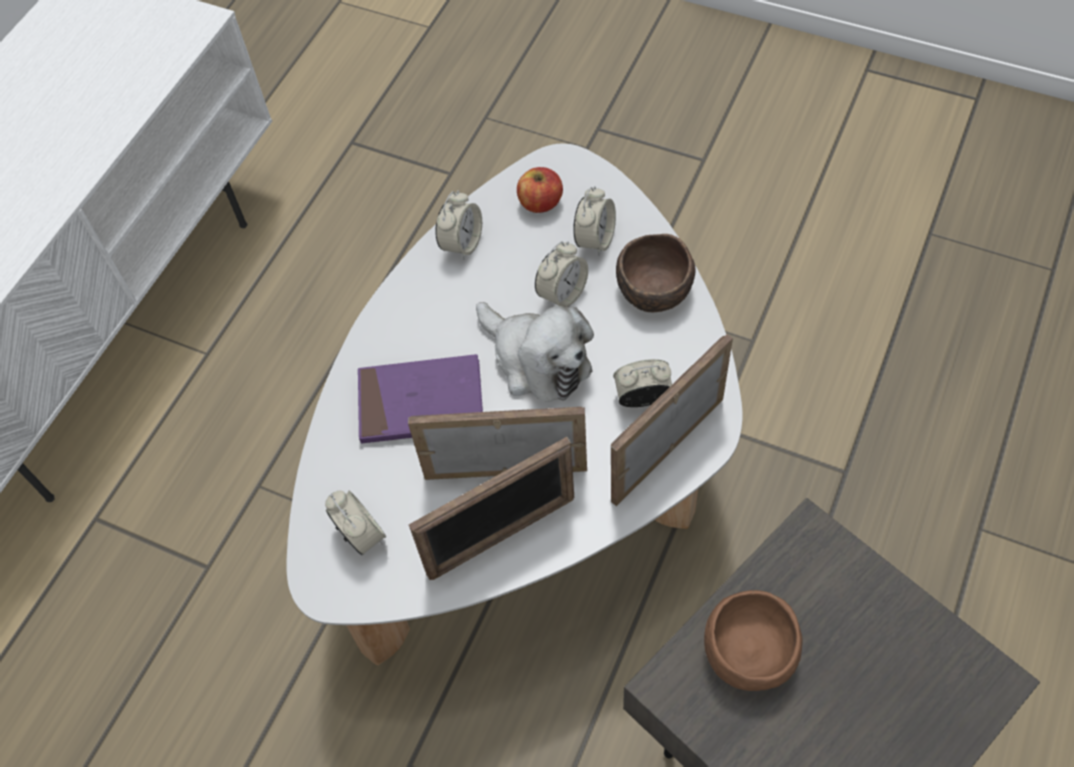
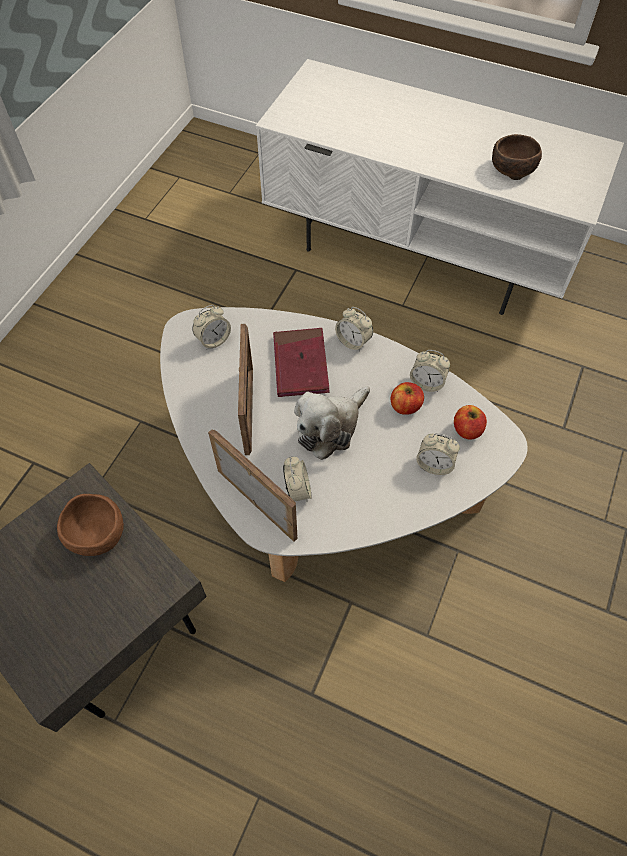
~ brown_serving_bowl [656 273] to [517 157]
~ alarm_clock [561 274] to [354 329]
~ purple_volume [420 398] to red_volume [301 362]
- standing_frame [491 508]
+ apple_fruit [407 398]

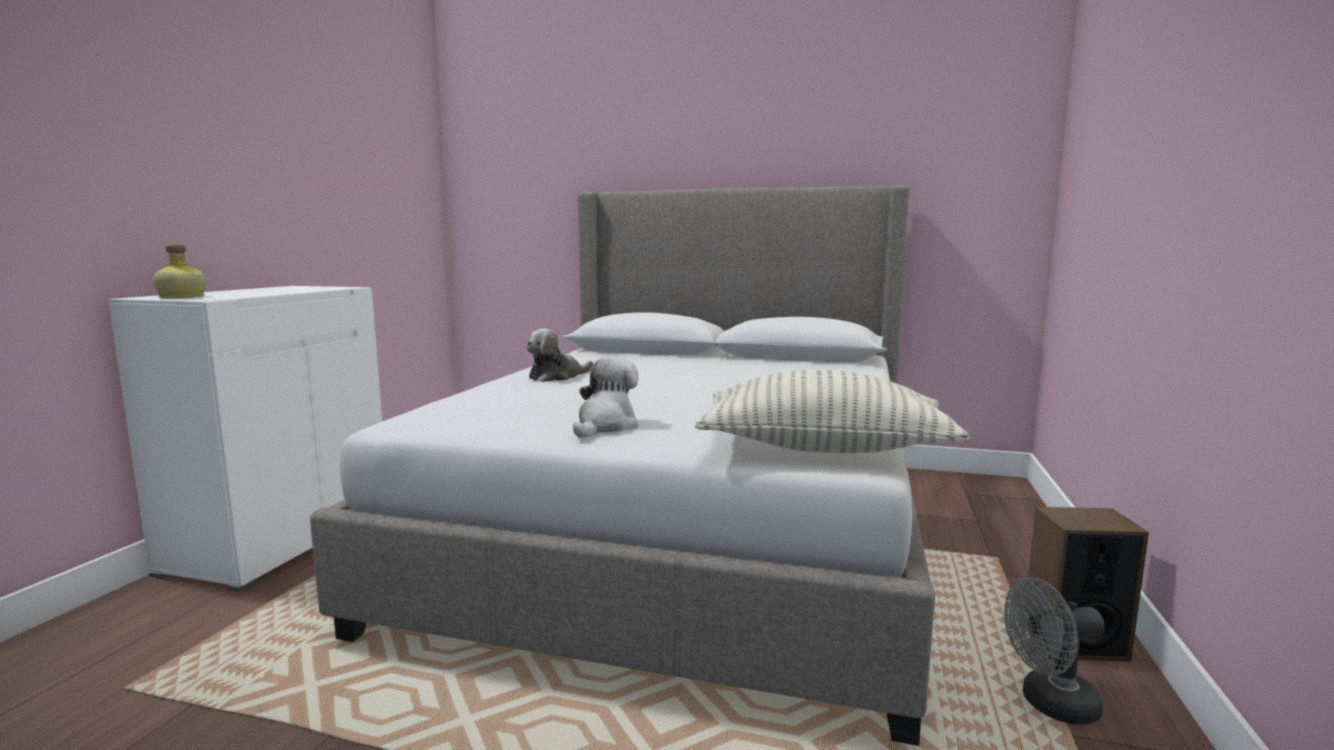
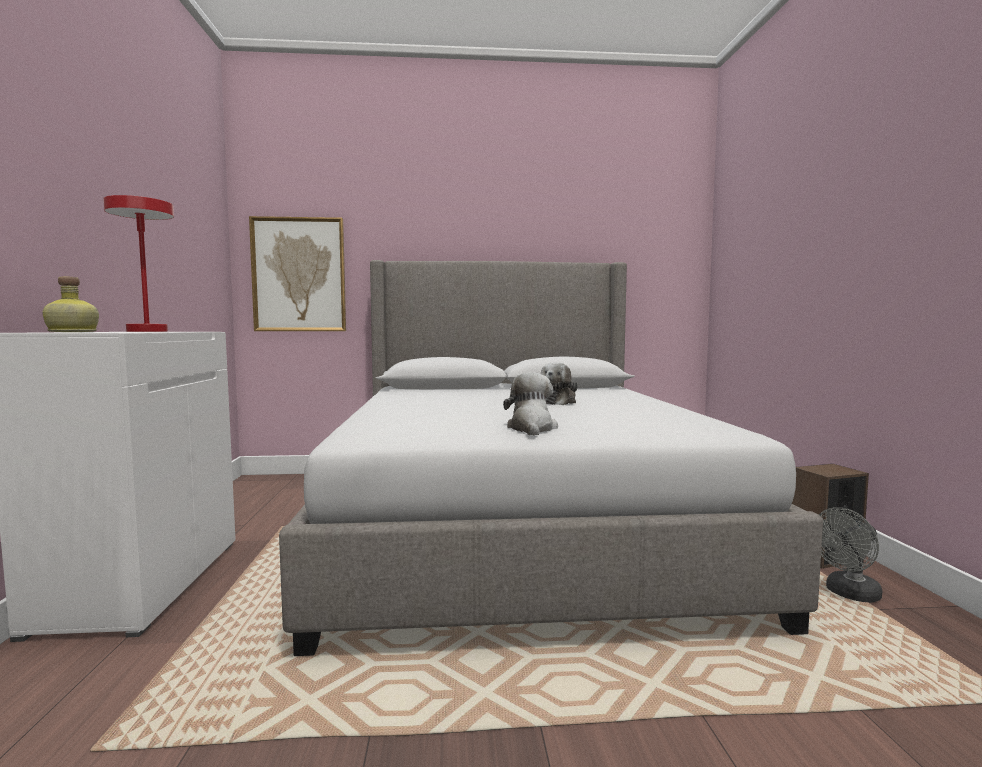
~ cuddly_toy [559 355] to [559 383]
- pillow [832 411]
+ red_table_lamp [138 263]
+ wall_picture [297 273]

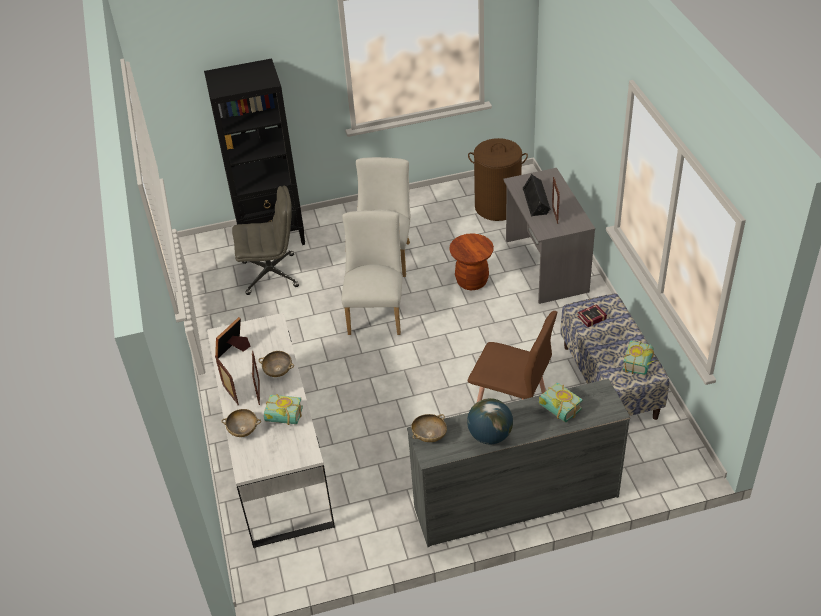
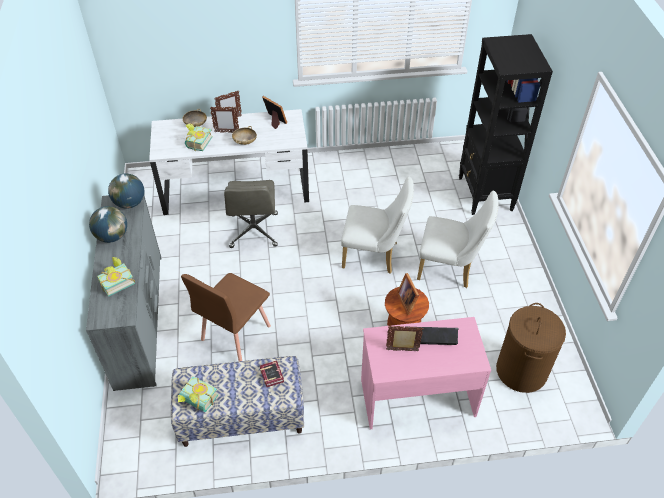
~ greyish_desk_table [549 236] to pink_desk_table [426 373]
~ greyish_office_chair [265 240] to [251 214]
~ sand-coloured_serving_bowl [429 428] to desk_globe [126 191]
+ standing_frame [408 294]

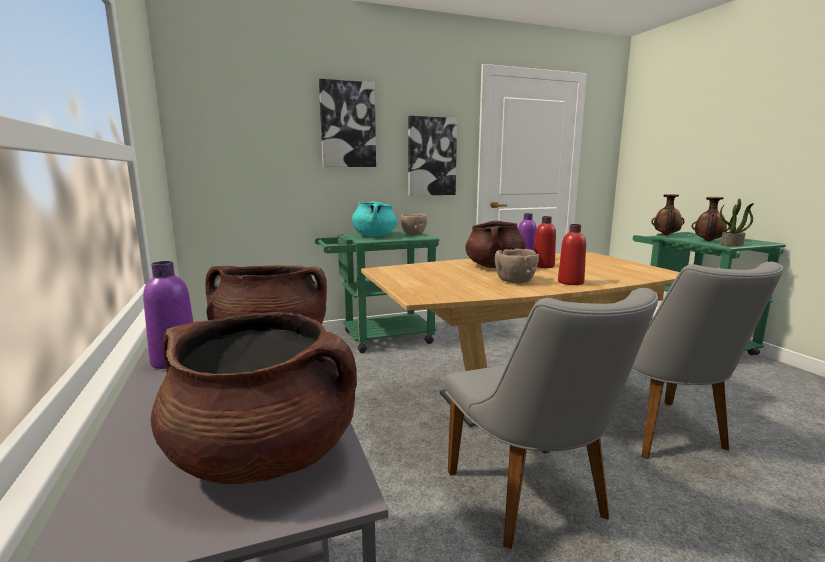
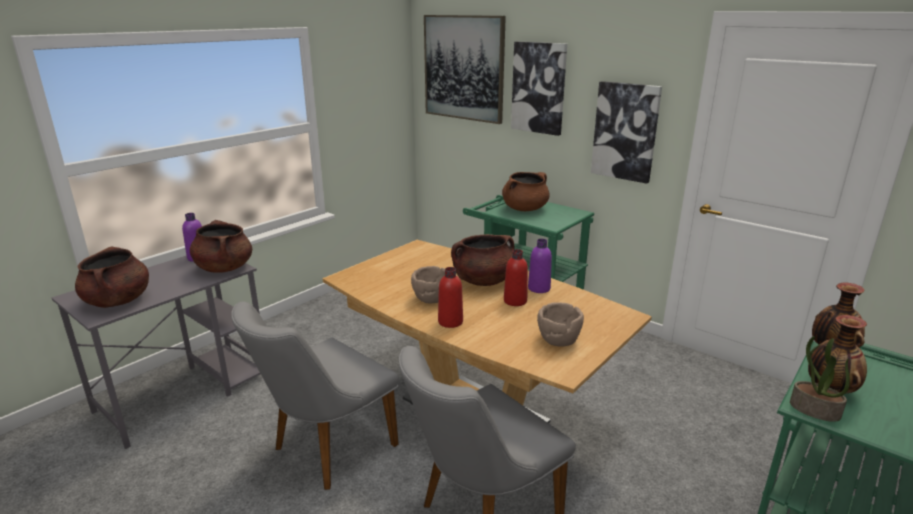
~ blue-green_saucepot [374 219] to brown_saucepot [526 191]
~ brown_serving_bowl [413 224] to [560 324]
+ wall_picture [465 69]

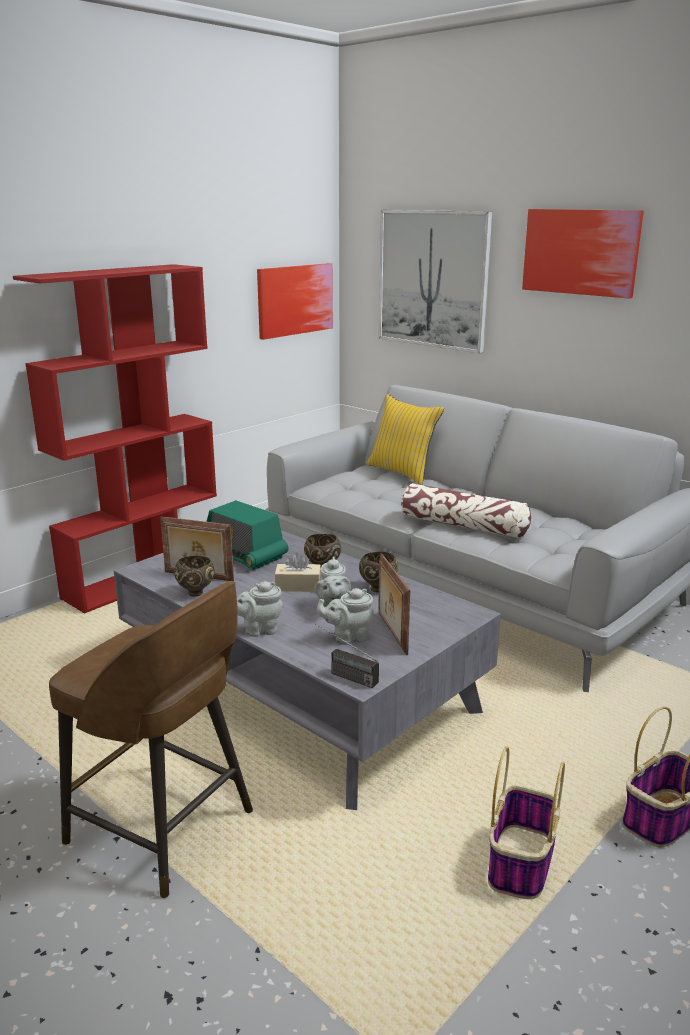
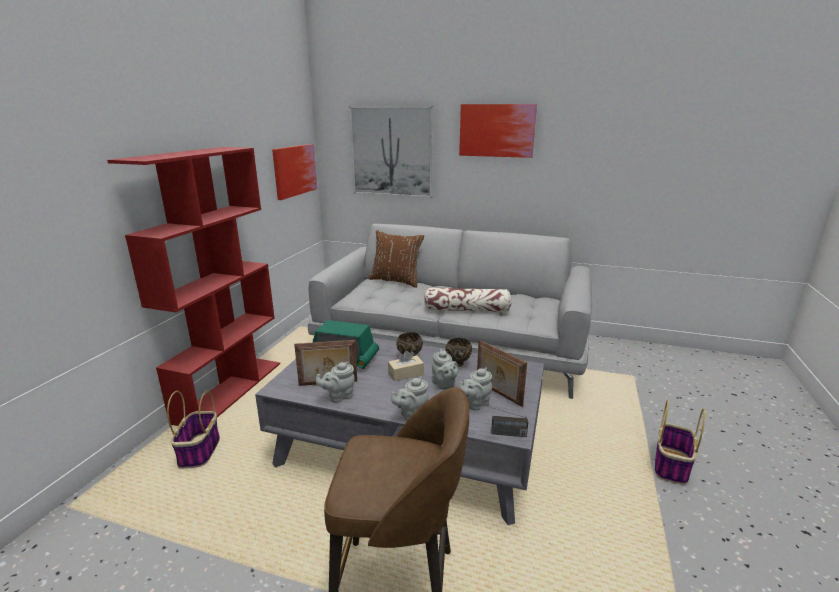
~ yellow-coloured_pillow [405 439] to brown_pillow [396 259]
~ brown_serving_bowl [194 576] to greyish_pot_for_tea [335 382]
~ basket [526 823] to [193 430]

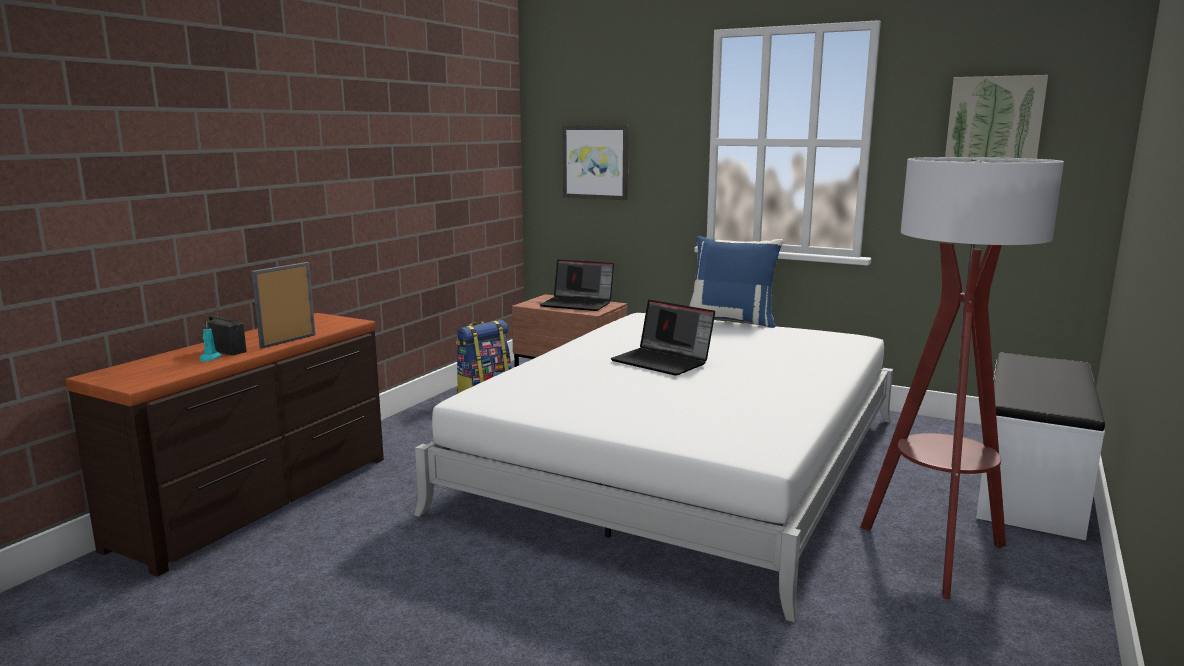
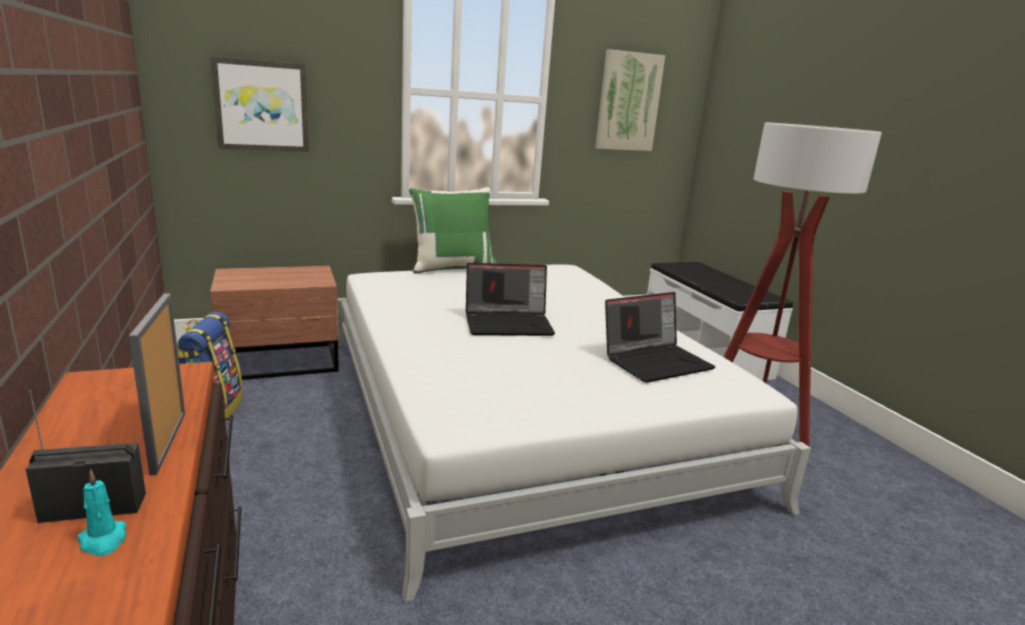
~ blue_pillow [736 282] to greenish_pillow [453 230]
~ portable_computer [577 285] to [660 337]

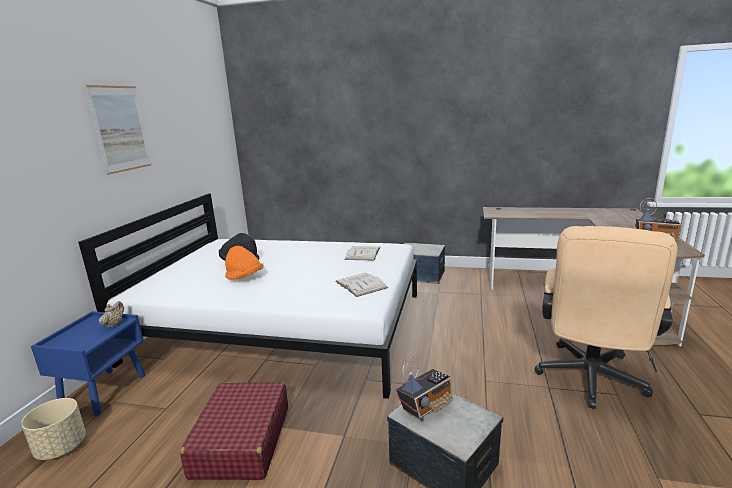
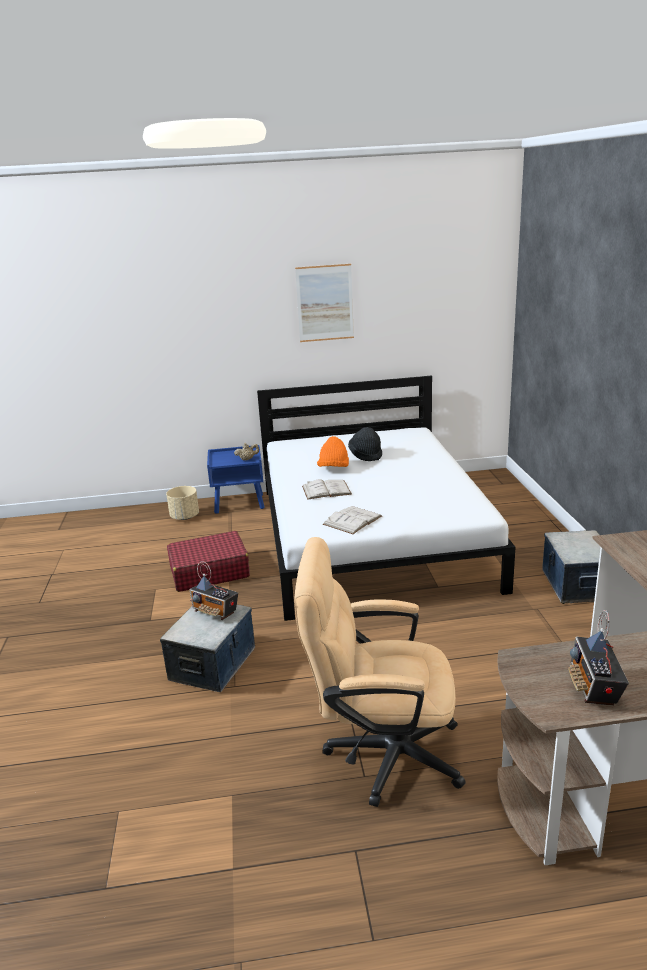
~ white_volume [362 253] to [327 489]

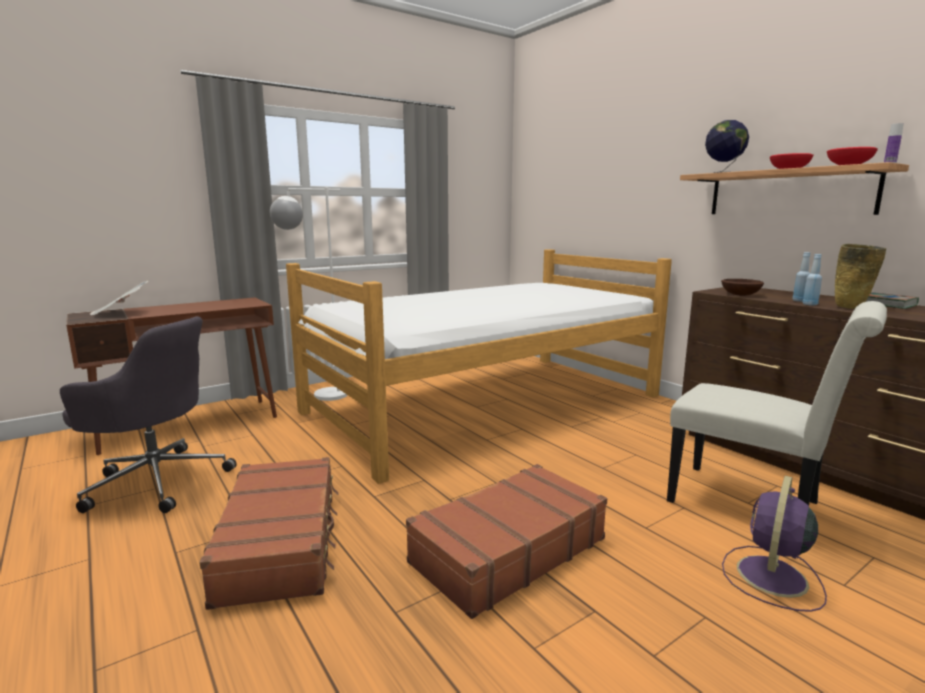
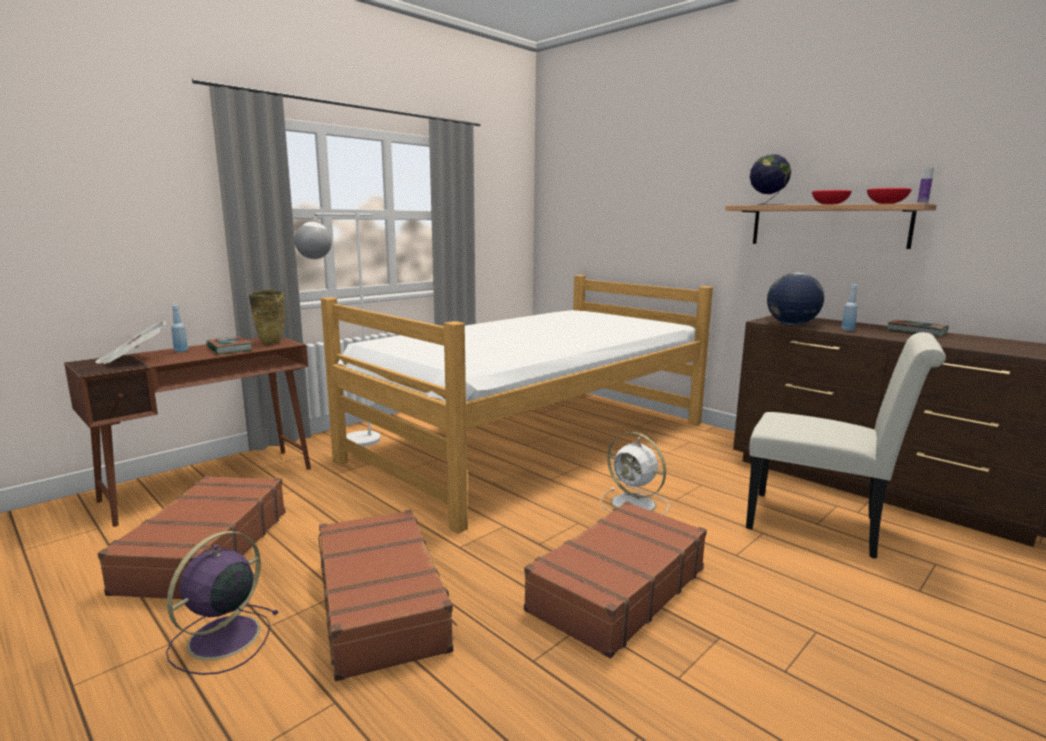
~ sand-coloured_flower_vase [860 276] to [267 317]
~ blue_bottle [812 280] to [179 328]
~ brown_serving_bowl [742 287] to desk_globe [795 298]
~ greyish_office_chair [148 415] to brown_travel_case [191 537]
~ purple_electric_fan [774 544] to [222 603]
+ volume [229 345]
+ white_electric_fan [634 473]

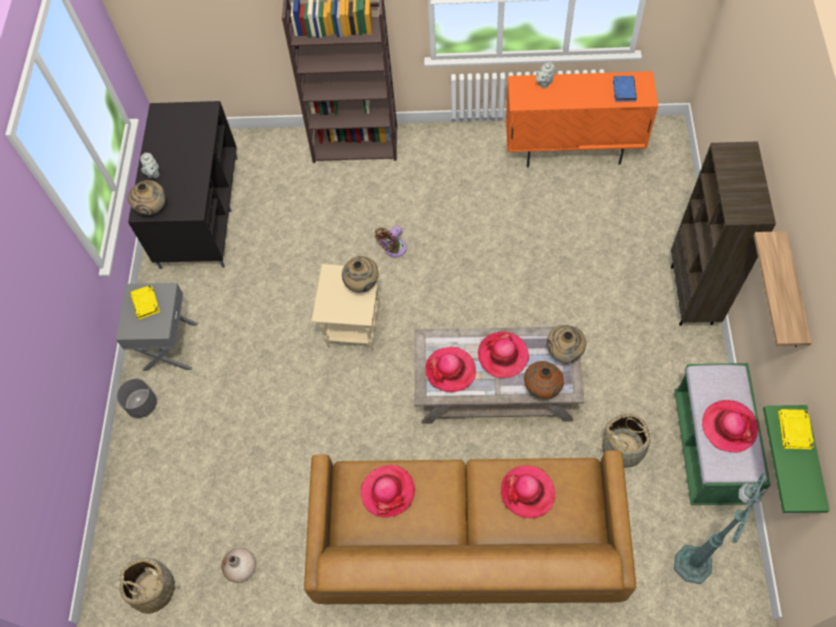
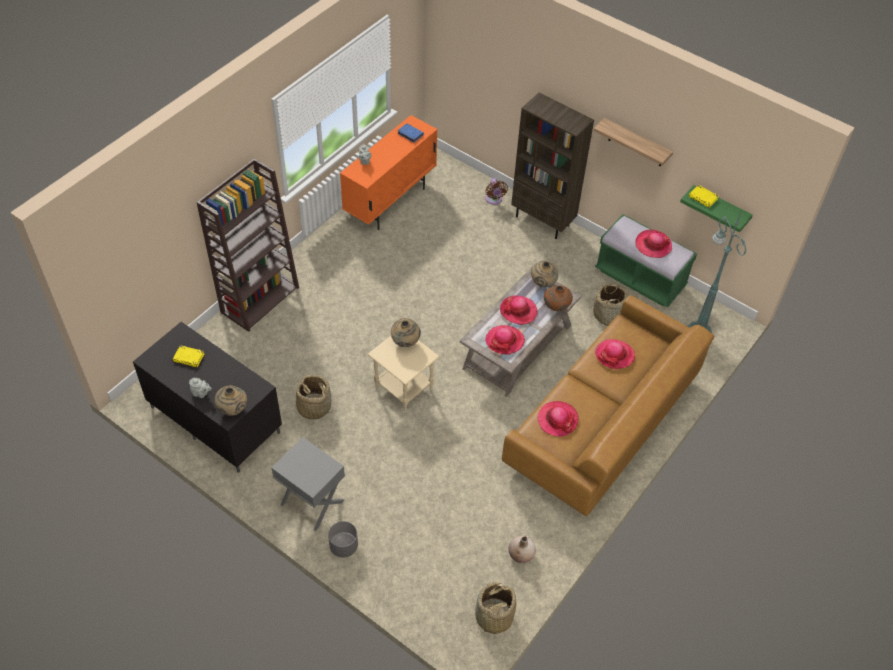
~ brown_electric_fan [391 241] to [496 191]
~ yellow-coloured_volume [145 302] to [188 356]
+ basket [312 397]

